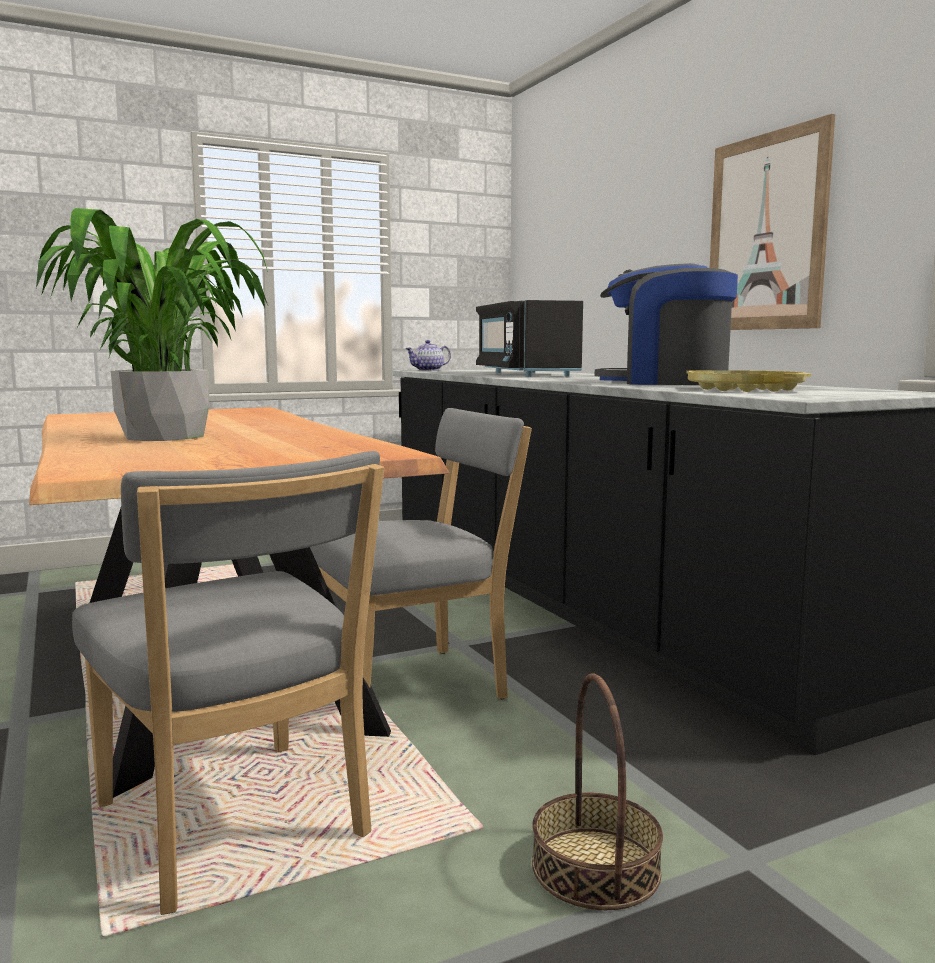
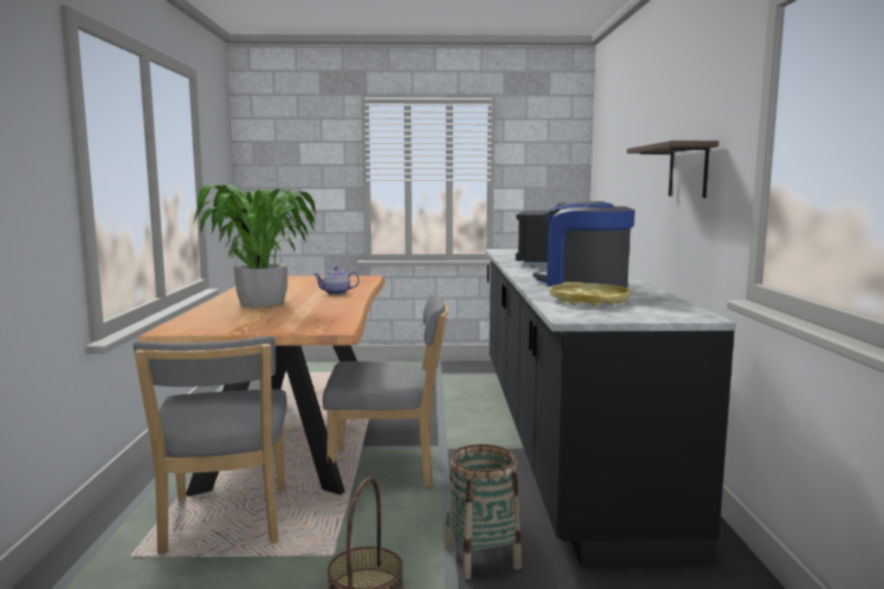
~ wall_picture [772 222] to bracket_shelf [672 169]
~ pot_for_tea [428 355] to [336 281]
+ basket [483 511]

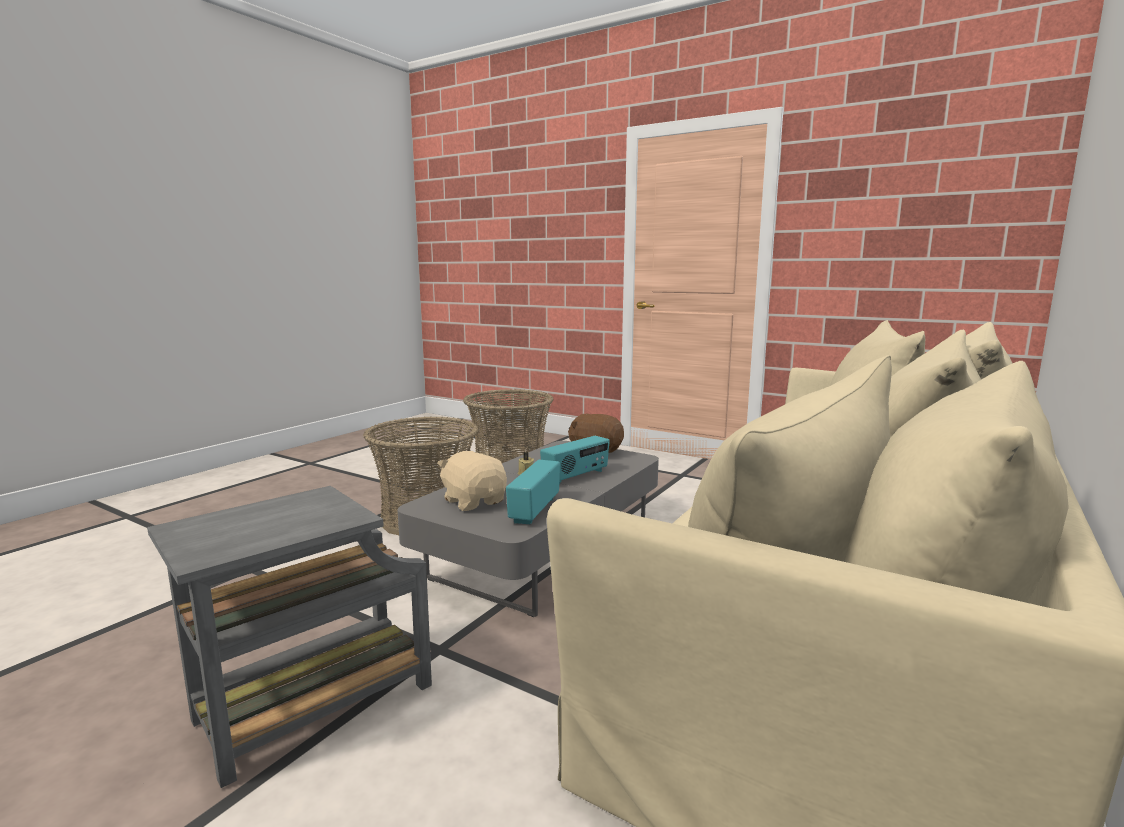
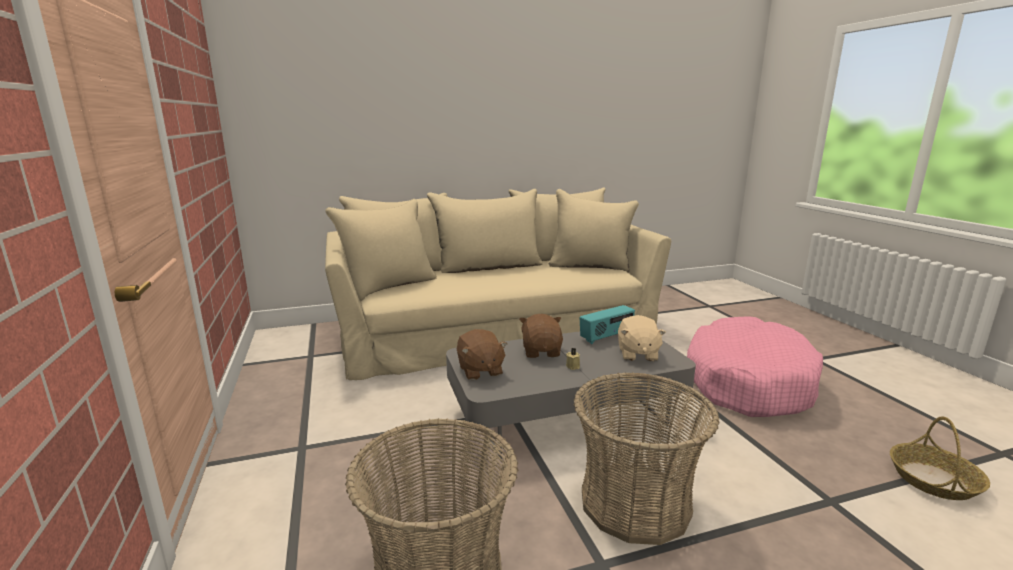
~ radio_receiver [575 460] to brown_cuddly_toy [541 336]
~ greyish_end_table [289 637] to pink_dog_bed [755 366]
+ basket [940 458]

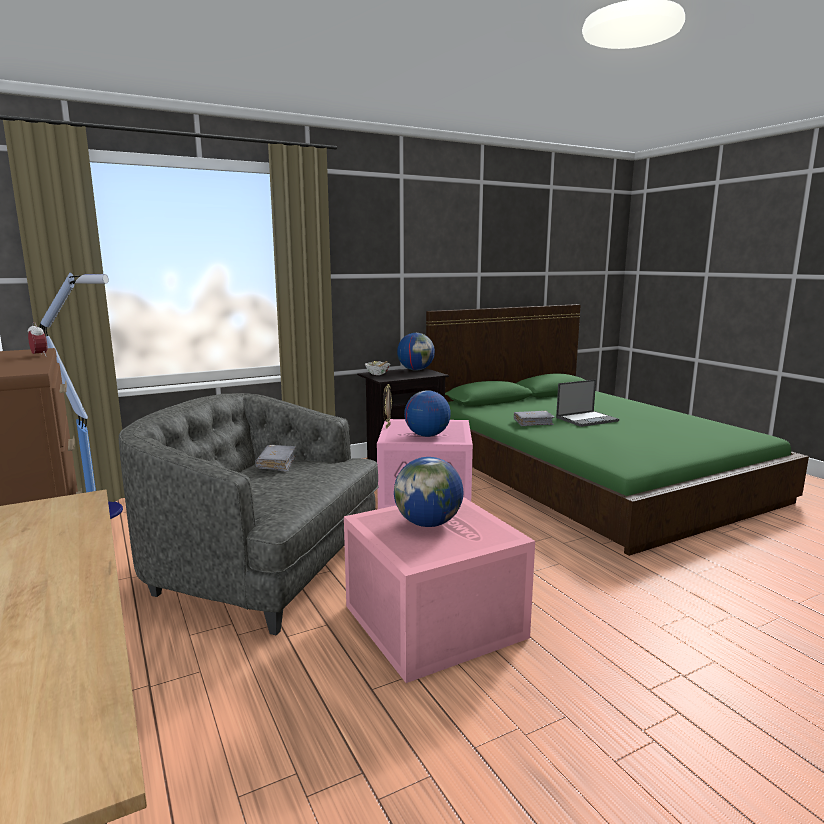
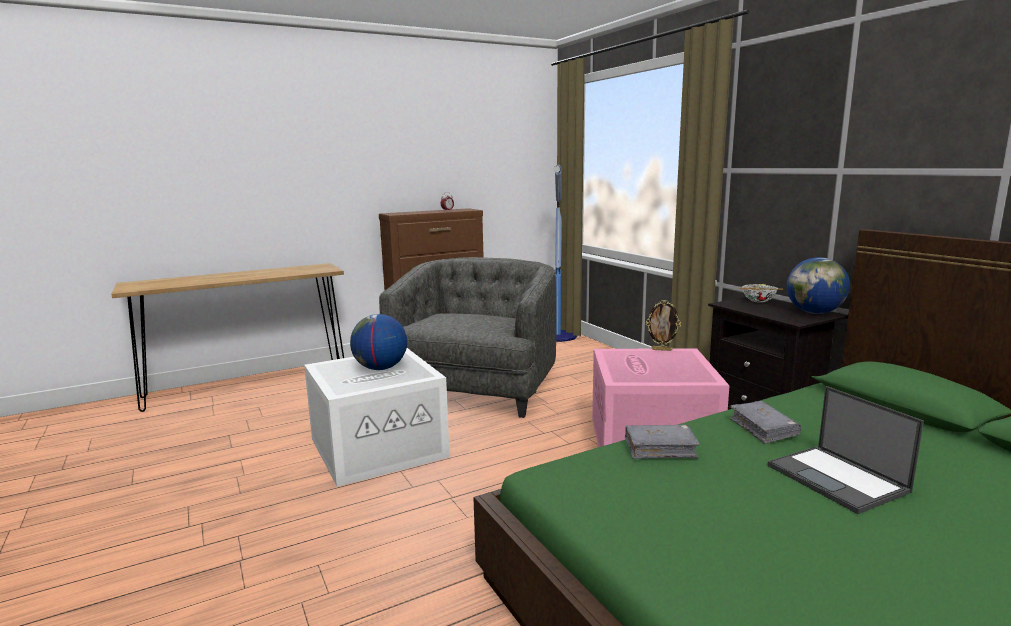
- desk_globe [427 413]
~ greyish_volume [275 458] to [662 442]
~ pink_storage_container [439 590] to white_storage_container [377 417]

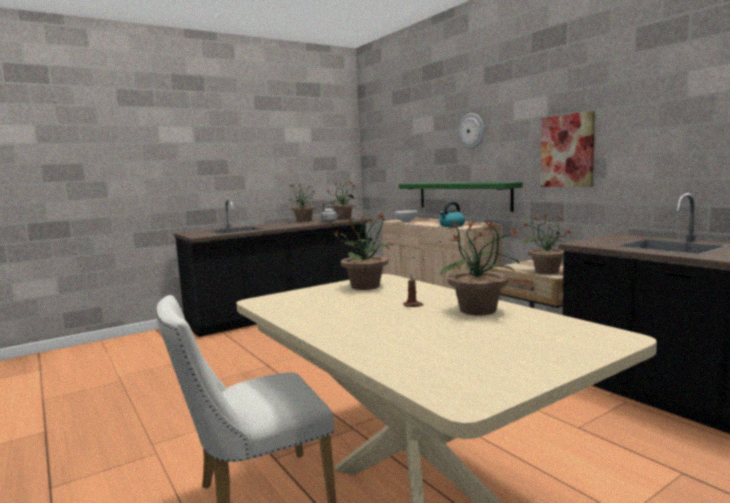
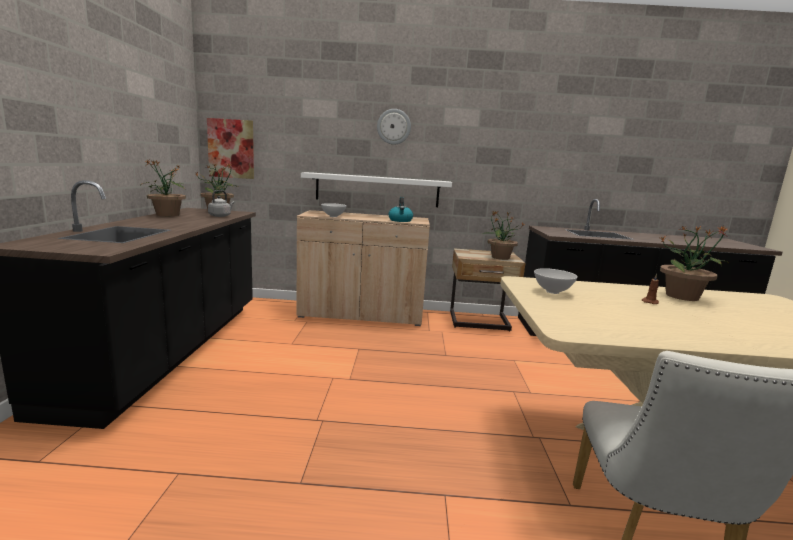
~ wall_picture [568 149] to [230 148]
~ greenish_bracket_shelf [461 197] to white_bracket_shelf [376 189]
~ houseplant [363 250] to white_serving_bowl [556 281]

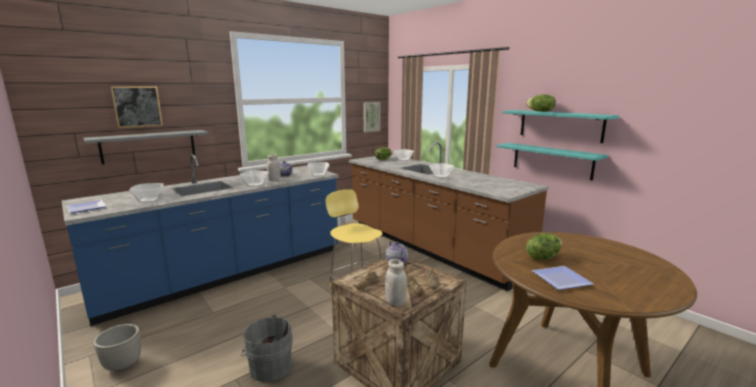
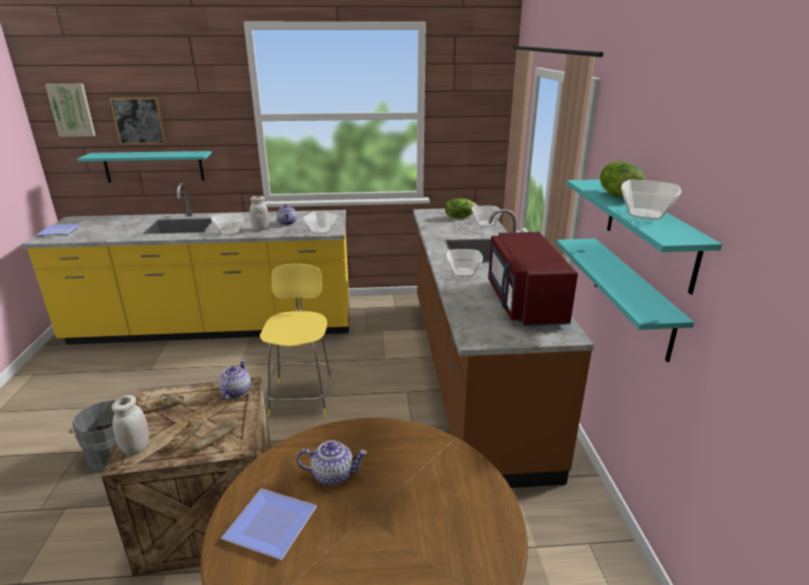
~ wall_picture [372 117] to [70 110]
~ greyish_bracket_shelf [146 147] to blue-green_bracket_shelf [145 167]
~ blue_kitchen_base_unit [200 240] to yellow-coloured_kitchen_base_unit [185 264]
~ serving_bowl [146 192] to [651 200]
~ lettuce_head [544 246] to pot_for_tea [332 463]
- greyish_plant_pot [117 348]
+ red_kitchen_microwave [533 279]

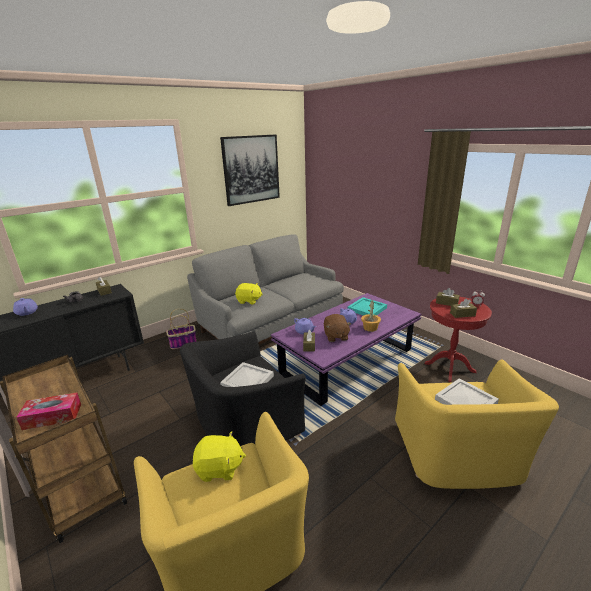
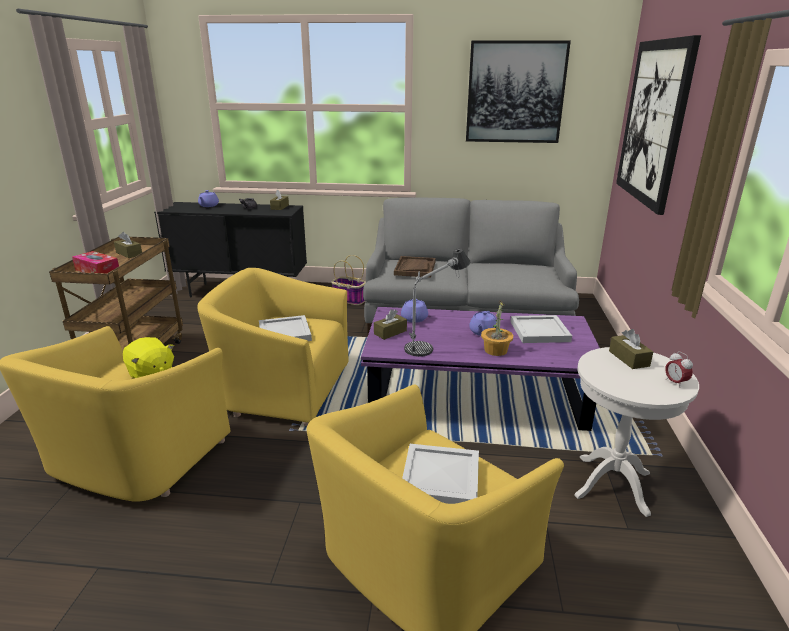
~ yellow-coloured_cuddly_toy [249 293] to brown_serving_tray [415 267]
~ blue-green_serving_tray [367 306] to white_serving_tray [541 329]
~ red_end_table [458 339] to white_end_table [636 432]
~ brown_tissue_box [463 308] to [128 245]
~ brown_cuddly_toy [337 328] to table_lamp [437 302]
~ black_easy_chair [243 389] to yellow-coloured_easy_chair [273 347]
+ wall_picture [658 125]

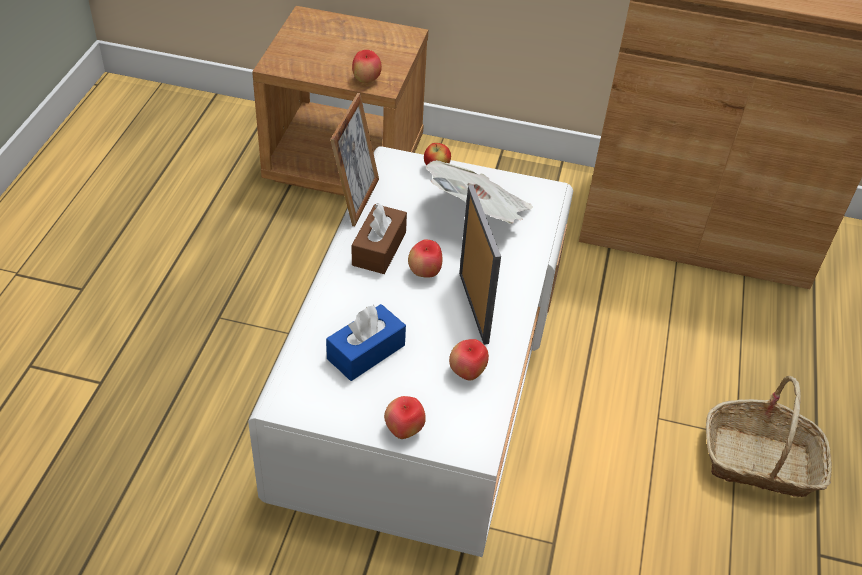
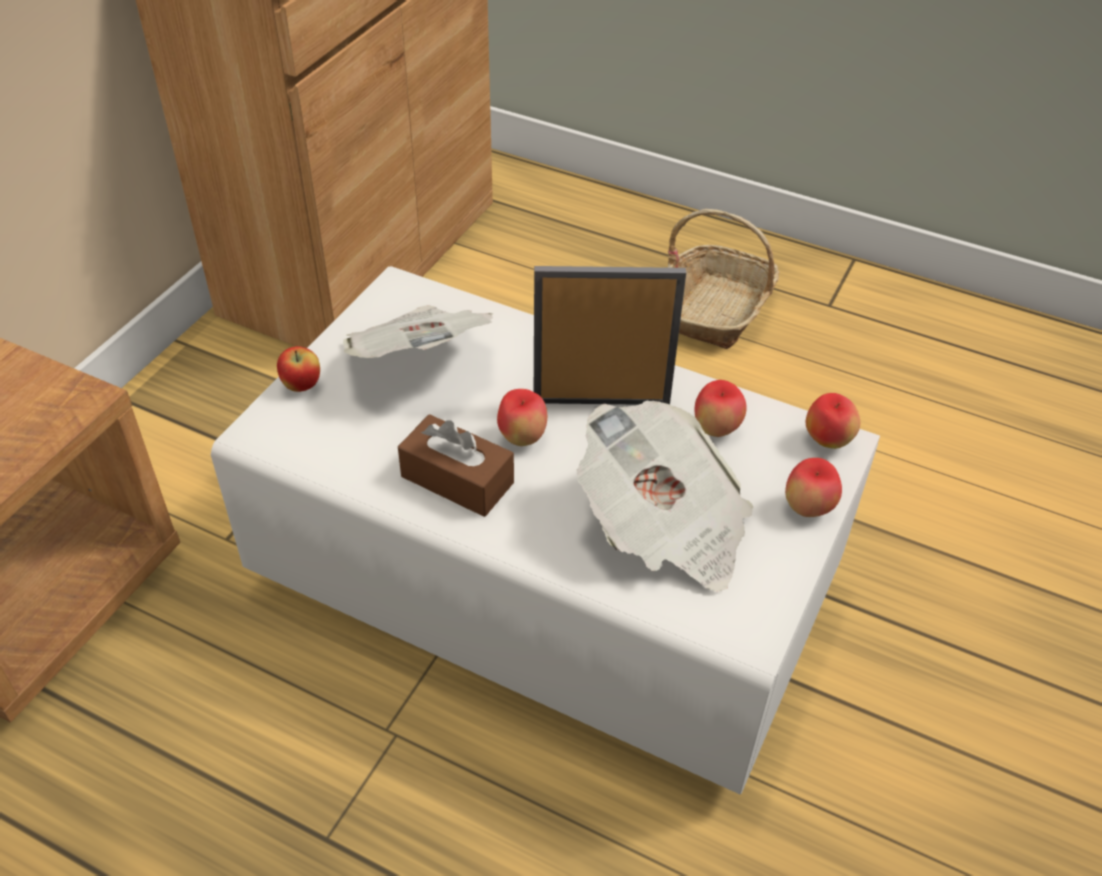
~ apple_fruit [367 66] to [833 421]
- standing_frame [354 159]
~ blue_tissue_box [366 342] to newspaper [665 496]

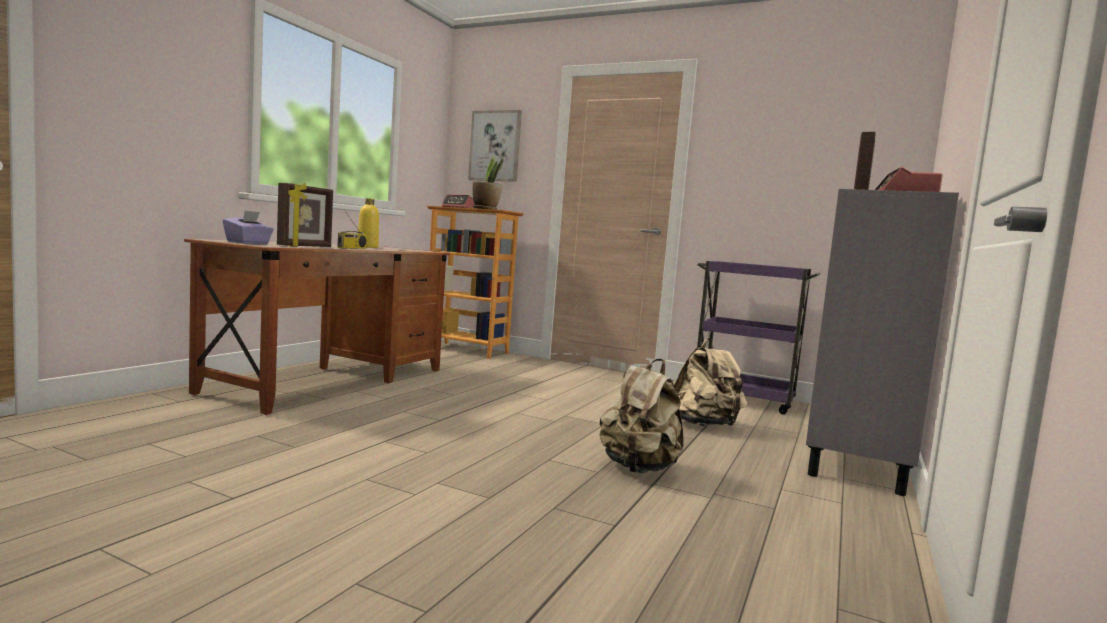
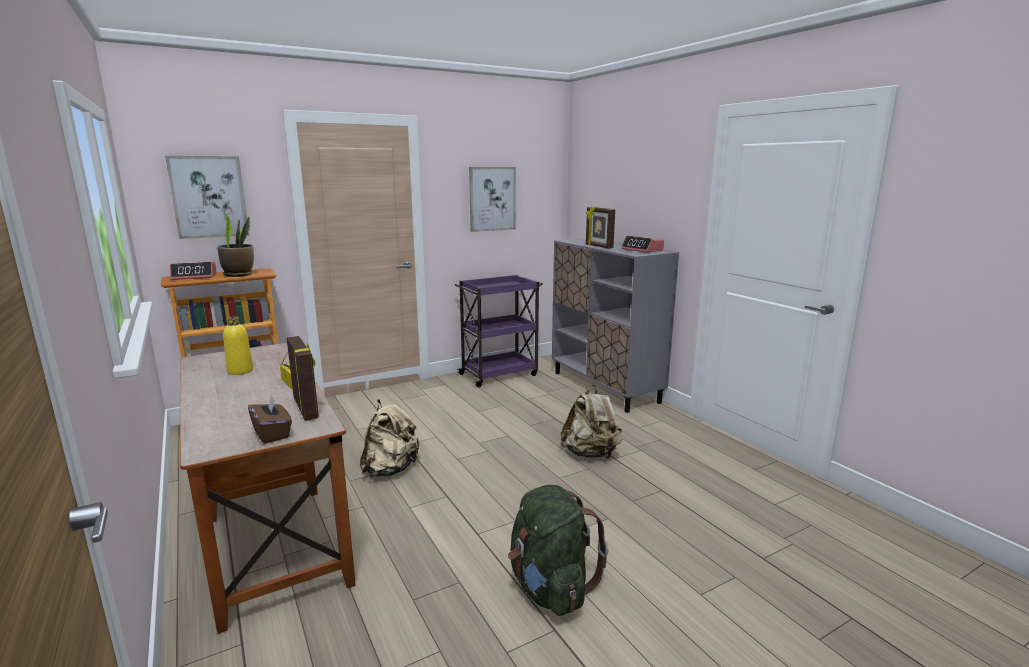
~ purple_tissue_box [248 227] to brown_tissue_box [270 419]
~ sand-coloured_knapsack [710 382] to [390 438]
+ wall_picture [492 199]
+ greenish_knapsack [558 550]

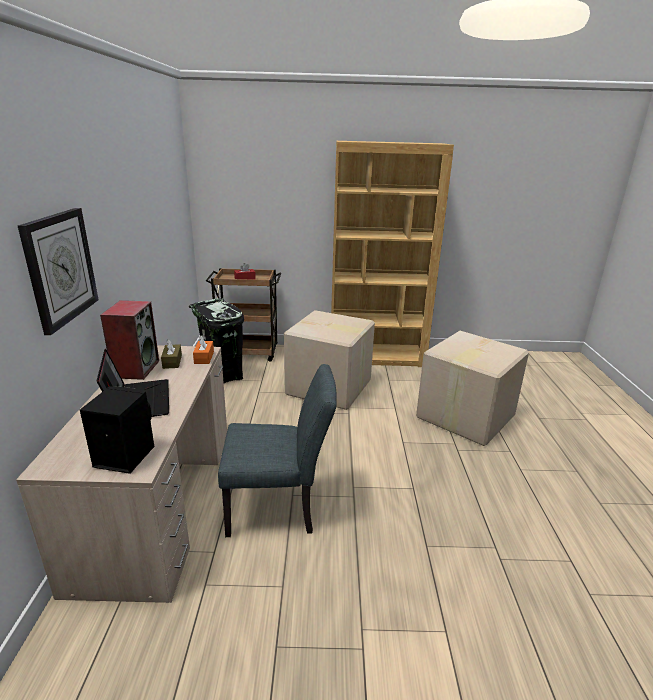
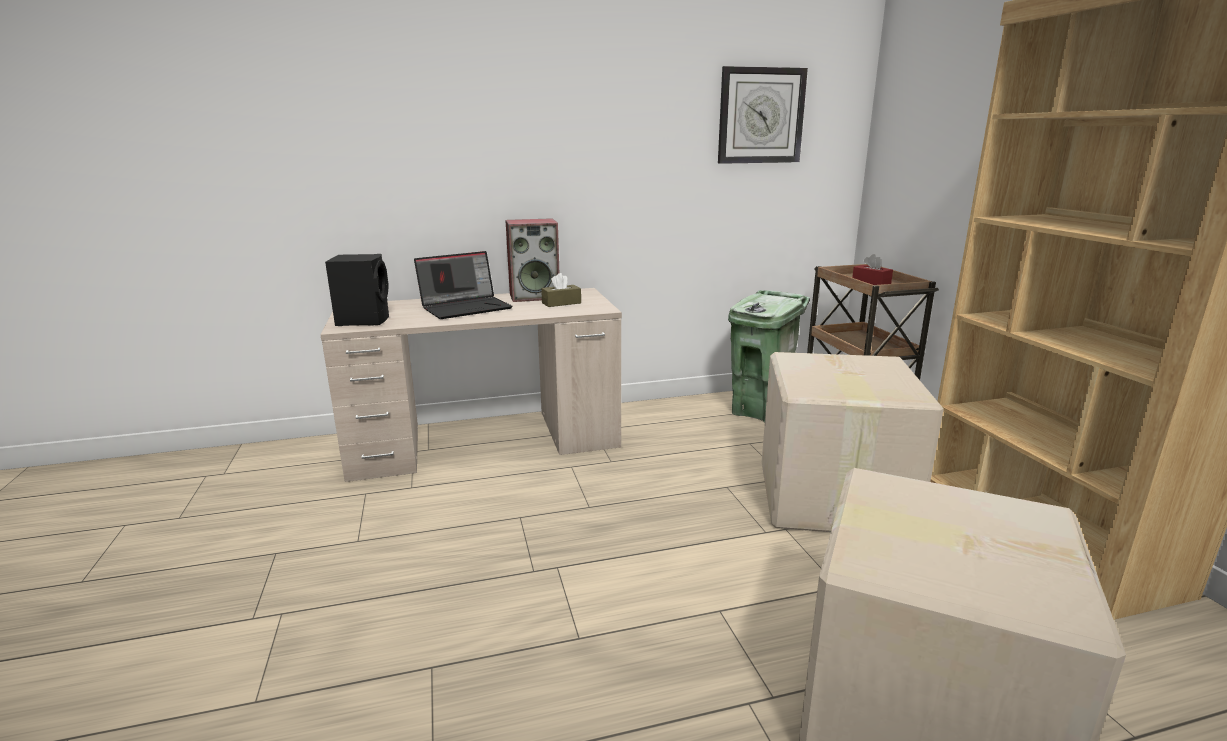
~ wall_clock [58 271] to [763 115]
~ black_rubbish_bin [216 340] to greenish_rubbish_bin [769 356]
- orangey_tissue_box [203 350]
- greyish_upright_chair [277 450]

